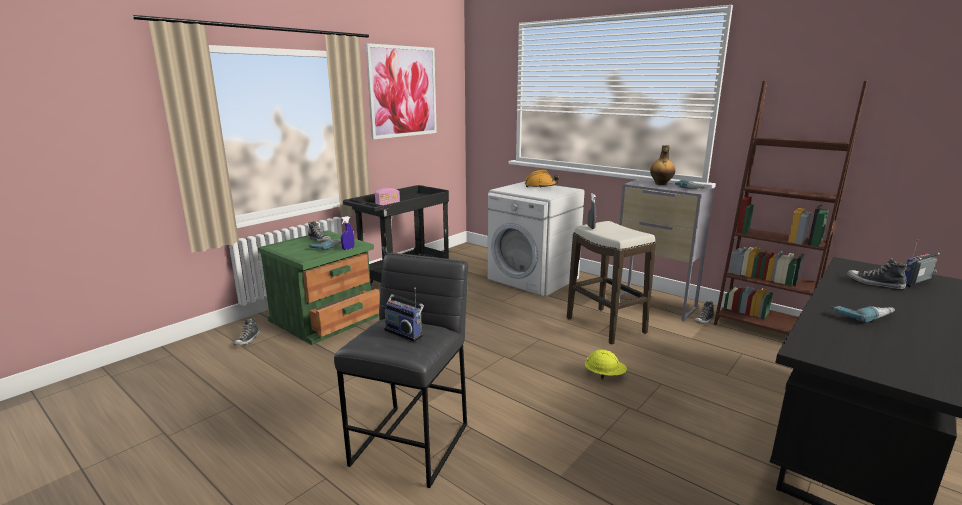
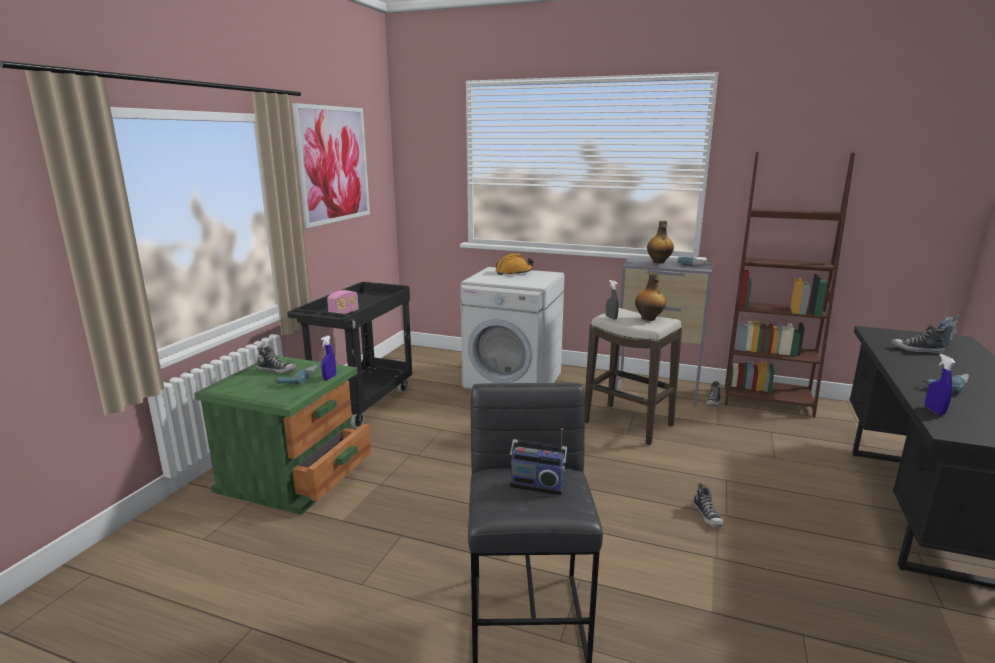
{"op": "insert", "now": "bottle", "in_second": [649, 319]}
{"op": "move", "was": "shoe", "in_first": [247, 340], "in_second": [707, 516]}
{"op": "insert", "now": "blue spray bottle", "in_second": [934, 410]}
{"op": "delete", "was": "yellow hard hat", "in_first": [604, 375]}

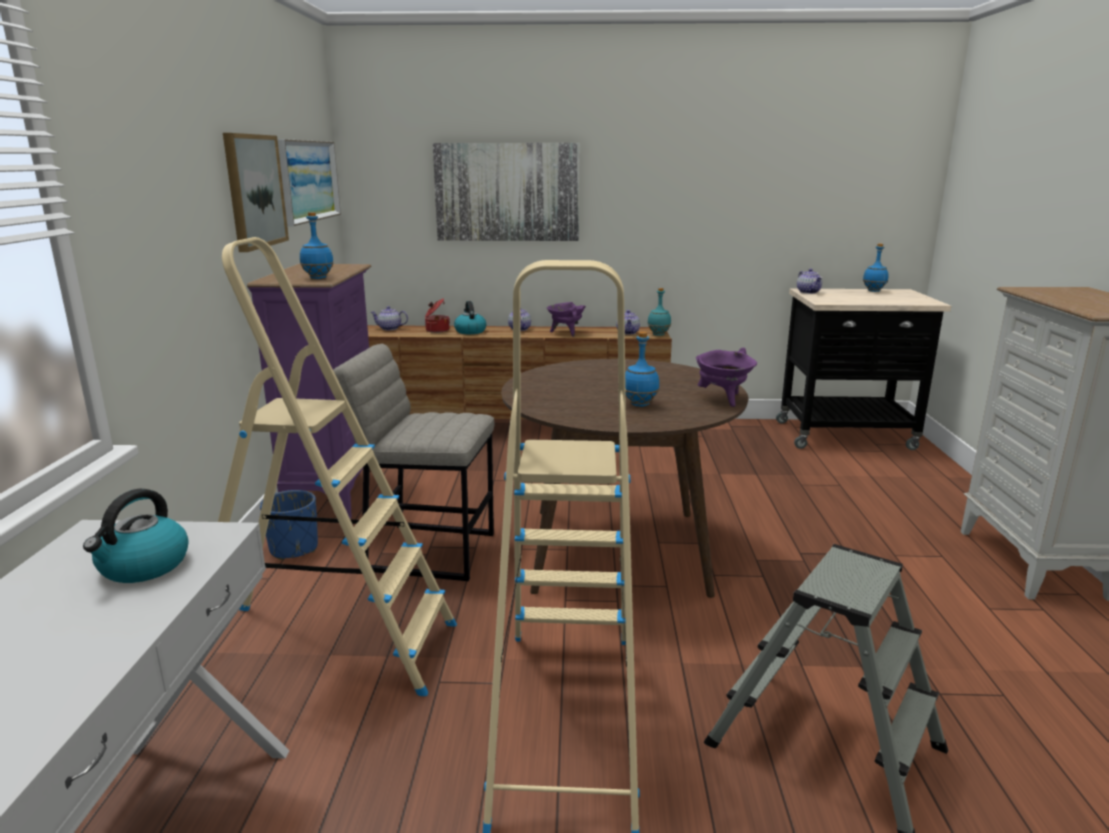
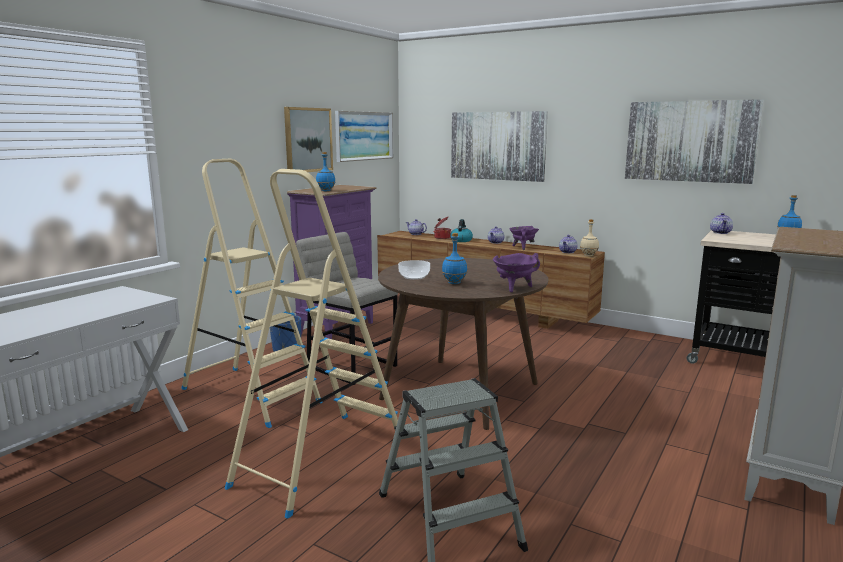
{"op": "insert", "now": "bowl", "in_second": [414, 276]}
{"op": "recolor", "was": "turquoise bottle", "now": "beige bottle", "in_first": [658, 334], "in_second": [588, 255]}
{"op": "insert", "now": "picture", "in_second": [690, 141]}
{"op": "delete", "was": "kettle", "in_first": [143, 566]}

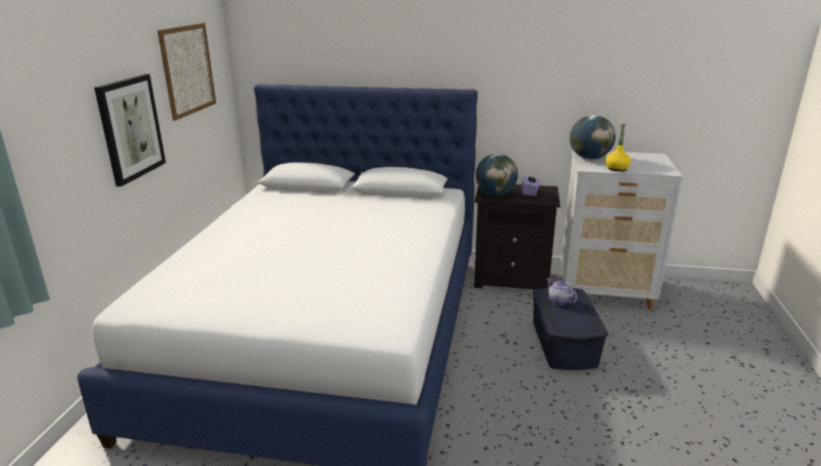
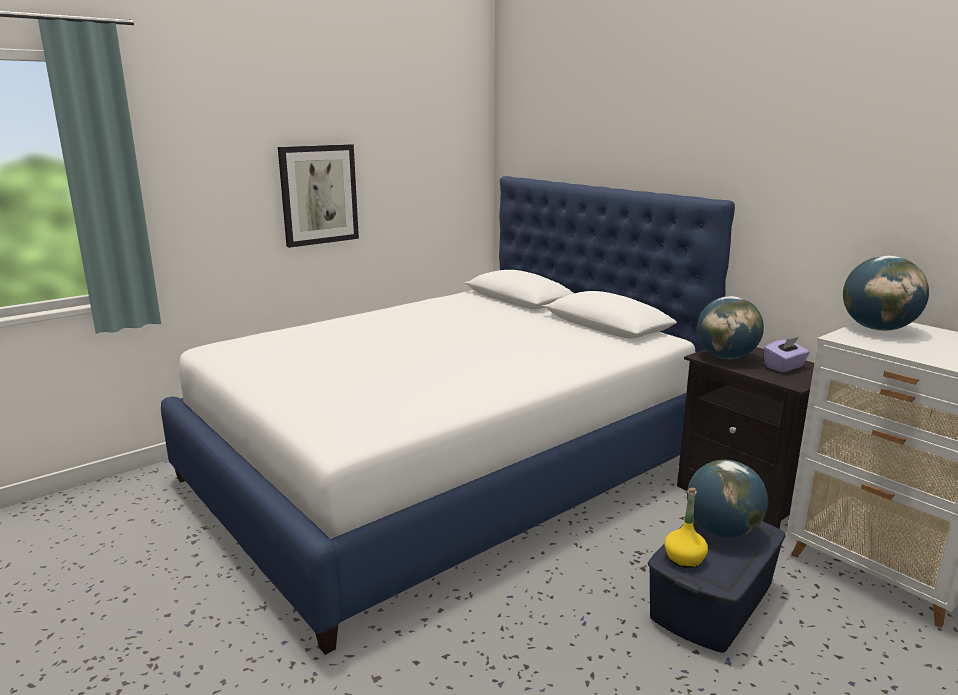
{"op": "move", "was": "yellow bottle", "in_first": [617, 168], "in_second": [684, 559]}
{"op": "replace", "was": "teapot", "now": "globe", "in_first": [559, 301], "in_second": [722, 531]}
{"op": "delete", "was": "picture", "in_first": [187, 68]}

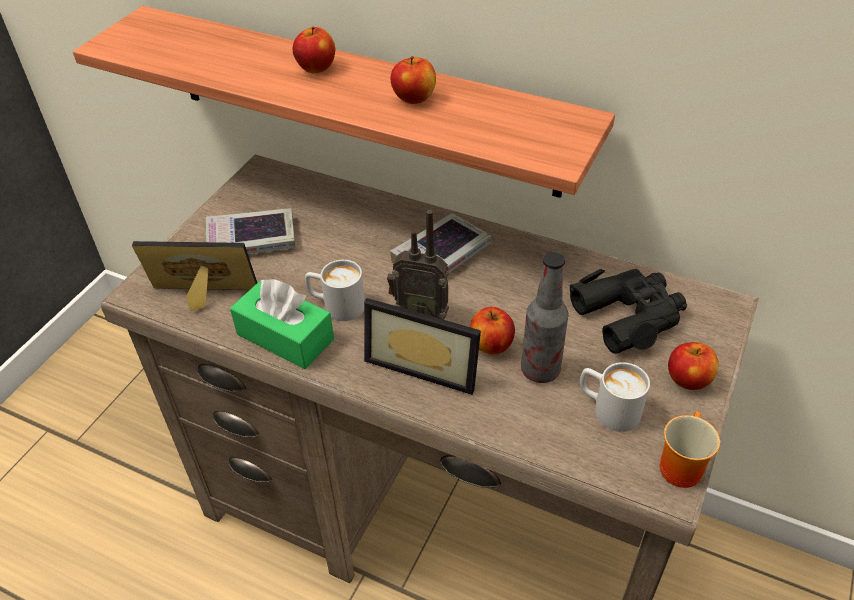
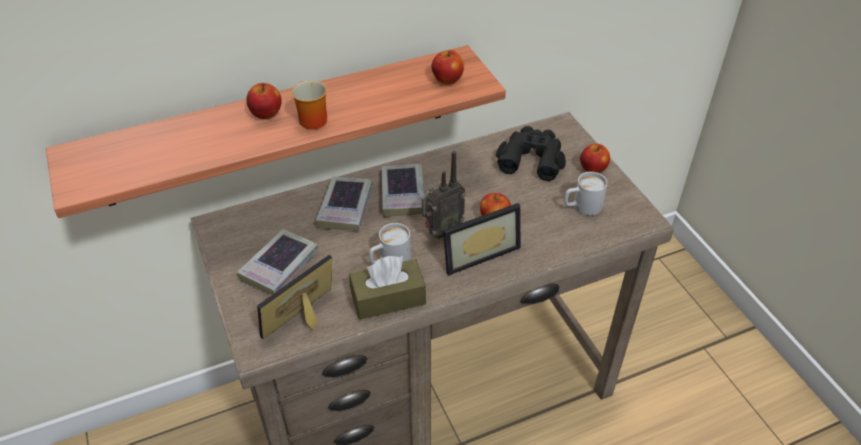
{"op": "move", "was": "mug", "in_first": [678, 464], "in_second": [310, 119]}
{"op": "insert", "now": "book", "in_second": [346, 208]}
{"op": "recolor", "was": "green tissue box", "now": "brown tissue box", "in_first": [285, 337], "in_second": [388, 298]}
{"op": "move", "was": "apple", "in_first": [414, 98], "in_second": [447, 80]}
{"op": "delete", "was": "bottle", "in_first": [540, 370]}

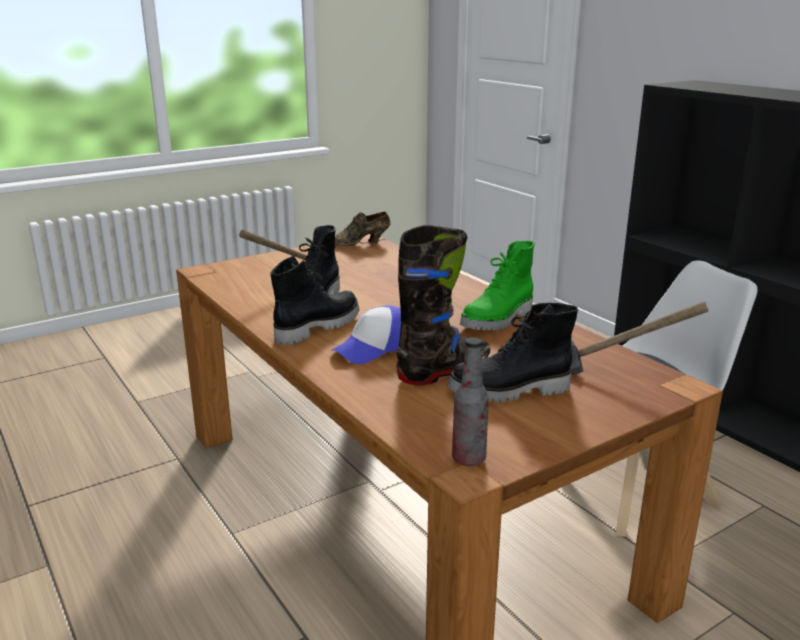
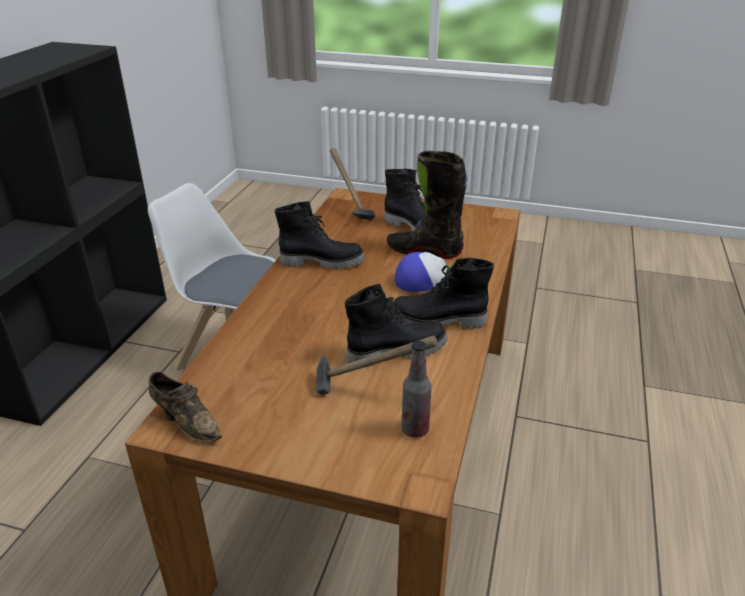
{"op": "recolor", "was": "green boot", "now": "black boot", "in_first": [499, 320], "in_second": [322, 262]}
{"op": "move", "was": "bottle", "in_first": [468, 459], "in_second": [415, 429]}

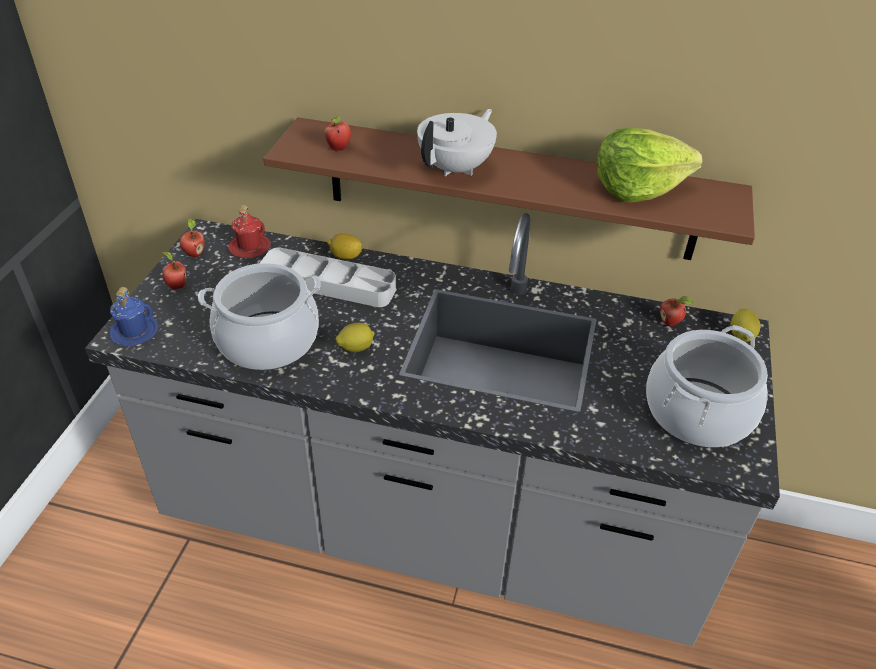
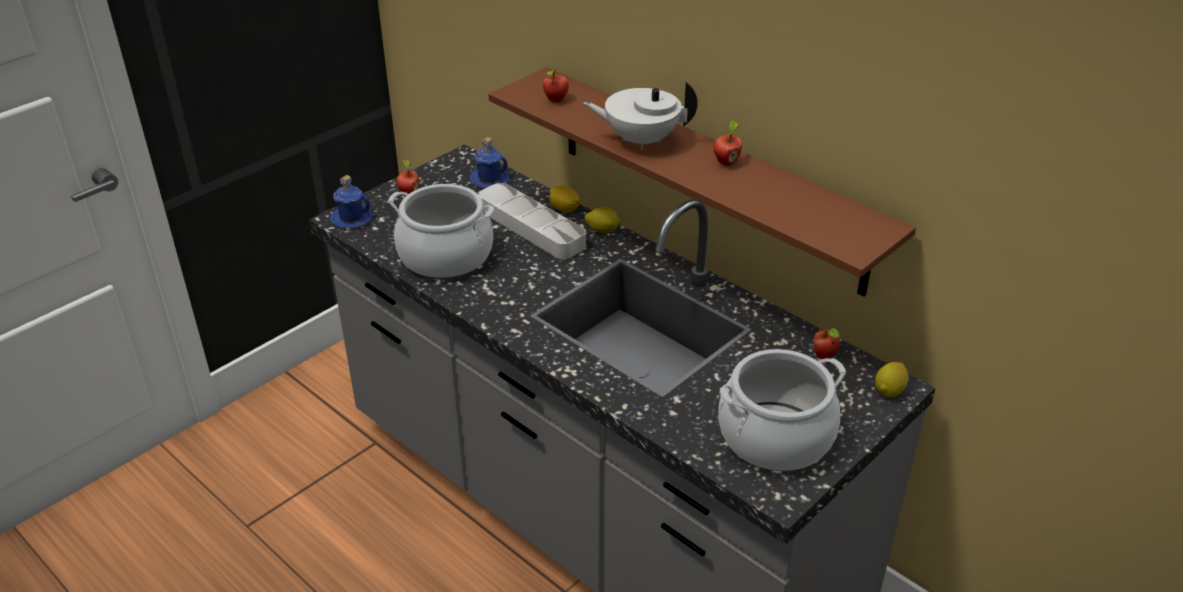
{"op": "recolor", "was": "red mug", "now": "blue mug", "in_first": [249, 247], "in_second": [489, 179]}
{"op": "rotate", "was": "white teapot", "in_first": [456, 168], "in_second": [640, 140], "clockwise": -150}
{"op": "move", "was": "lemon", "in_first": [355, 348], "in_second": [602, 231]}
{"op": "move", "was": "apple", "in_first": [194, 253], "in_second": [726, 162]}
{"op": "delete", "was": "lettuce", "in_first": [637, 188]}

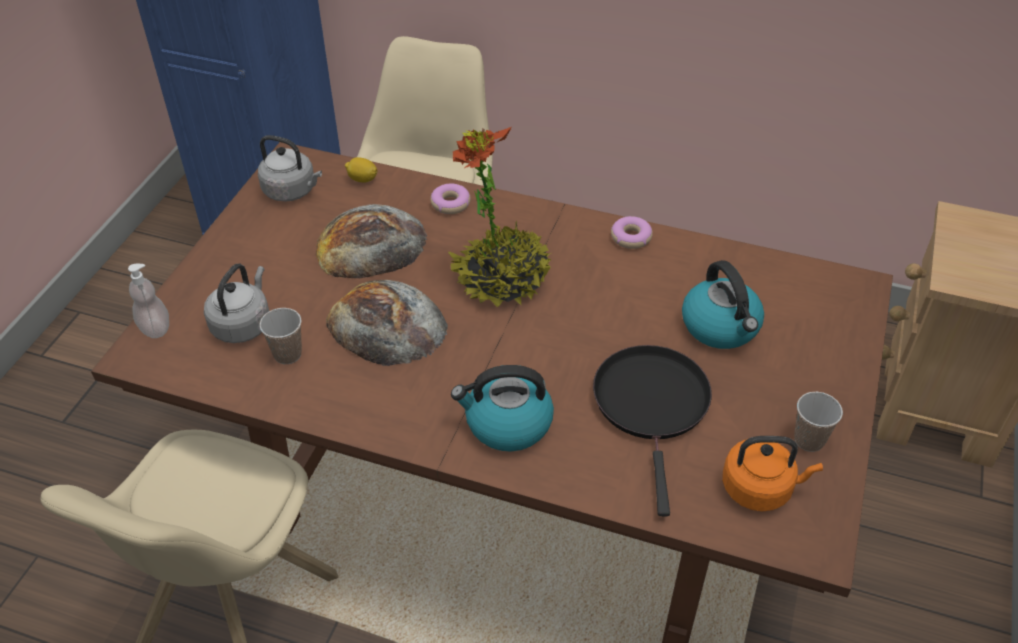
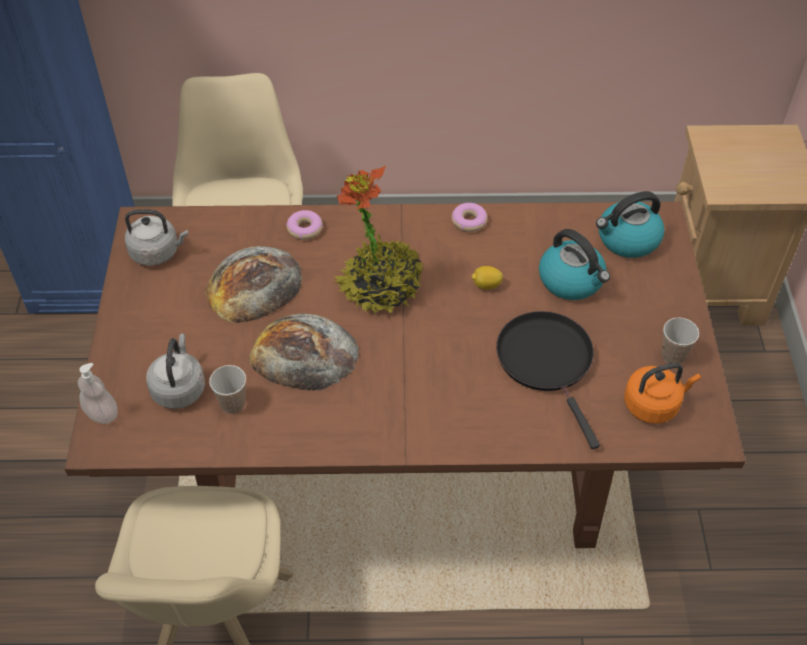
{"op": "move", "was": "lemon", "in_first": [362, 179], "in_second": [486, 285]}
{"op": "move", "was": "kettle", "in_first": [507, 424], "in_second": [627, 240]}

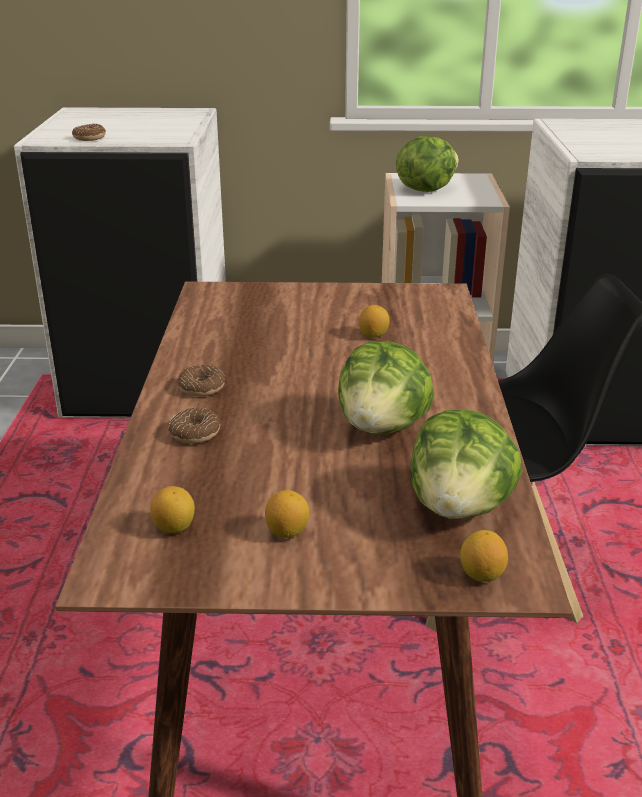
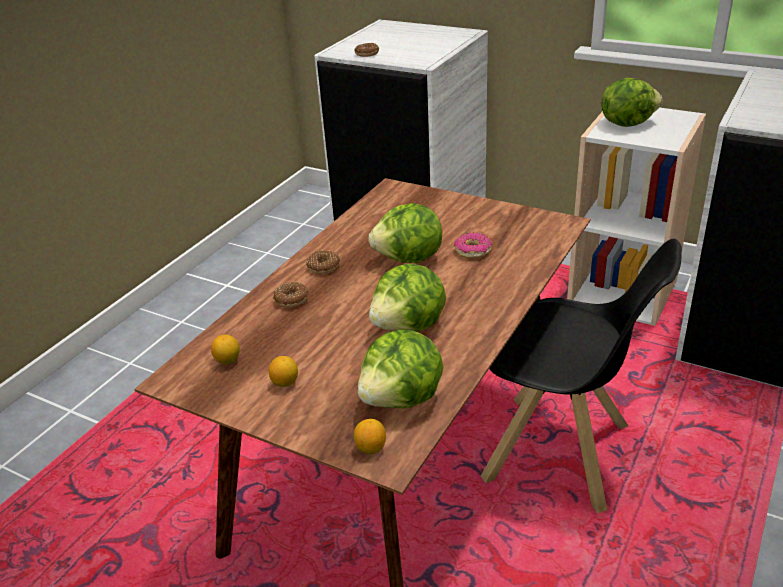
{"op": "insert", "now": "lettuce", "in_second": [409, 259]}
{"op": "replace", "was": "lemon", "now": "donut", "in_first": [373, 335], "in_second": [472, 251]}

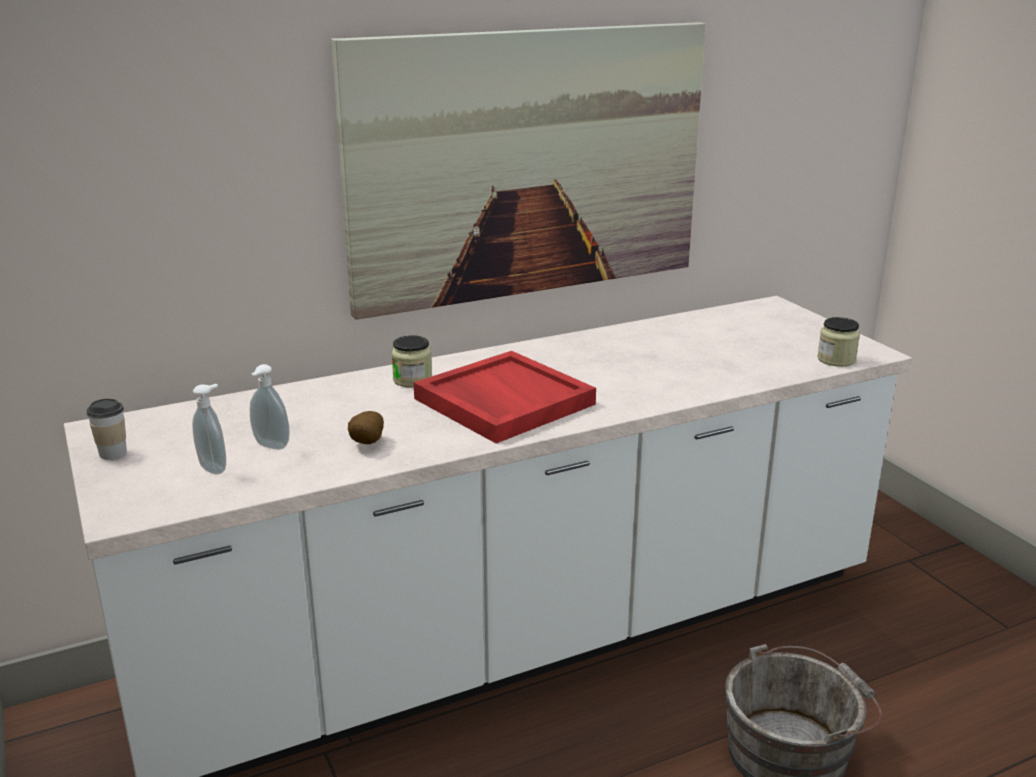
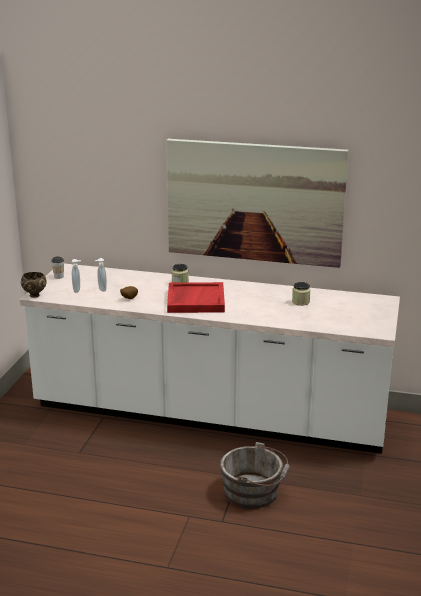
{"op": "insert", "now": "brown bowl", "in_second": [35, 295]}
{"op": "move", "was": "jar", "in_first": [836, 360], "in_second": [300, 302]}

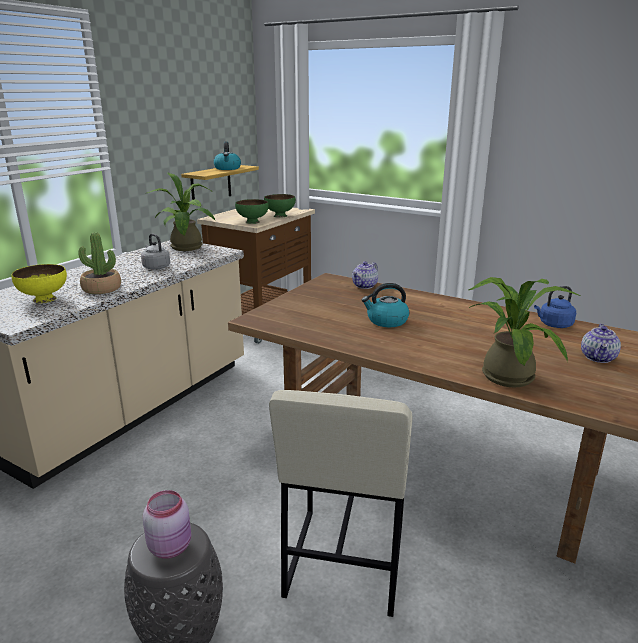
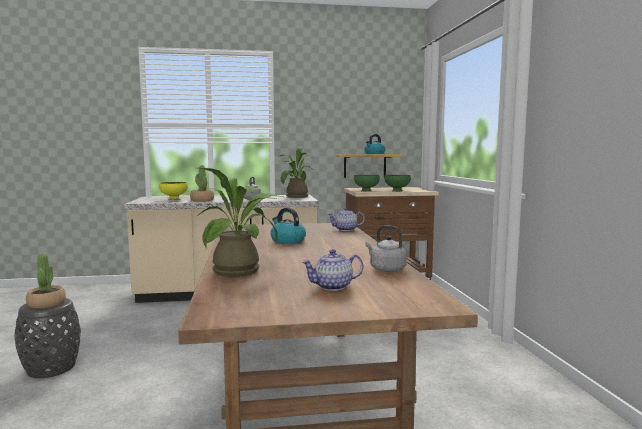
{"op": "replace", "was": "pink jar", "now": "potted plant", "in_first": [171, 546], "in_second": [46, 304]}
{"op": "recolor", "was": "blue kettle", "now": "grey kettle", "in_first": [554, 325], "in_second": [385, 269]}
{"op": "delete", "was": "beige chair", "in_first": [345, 562]}

